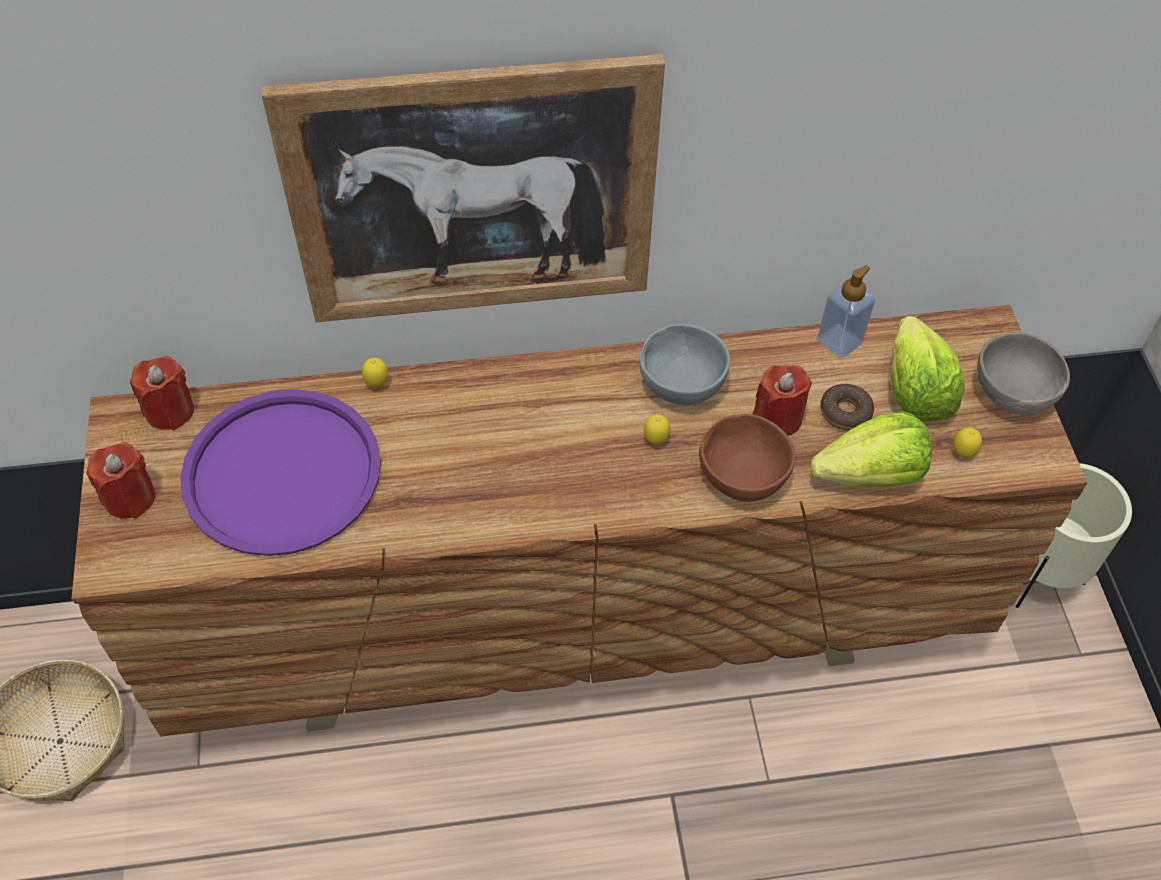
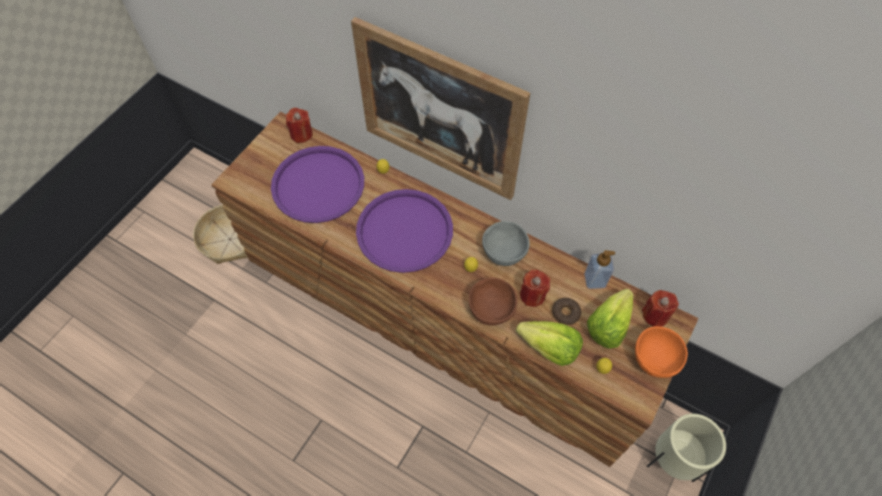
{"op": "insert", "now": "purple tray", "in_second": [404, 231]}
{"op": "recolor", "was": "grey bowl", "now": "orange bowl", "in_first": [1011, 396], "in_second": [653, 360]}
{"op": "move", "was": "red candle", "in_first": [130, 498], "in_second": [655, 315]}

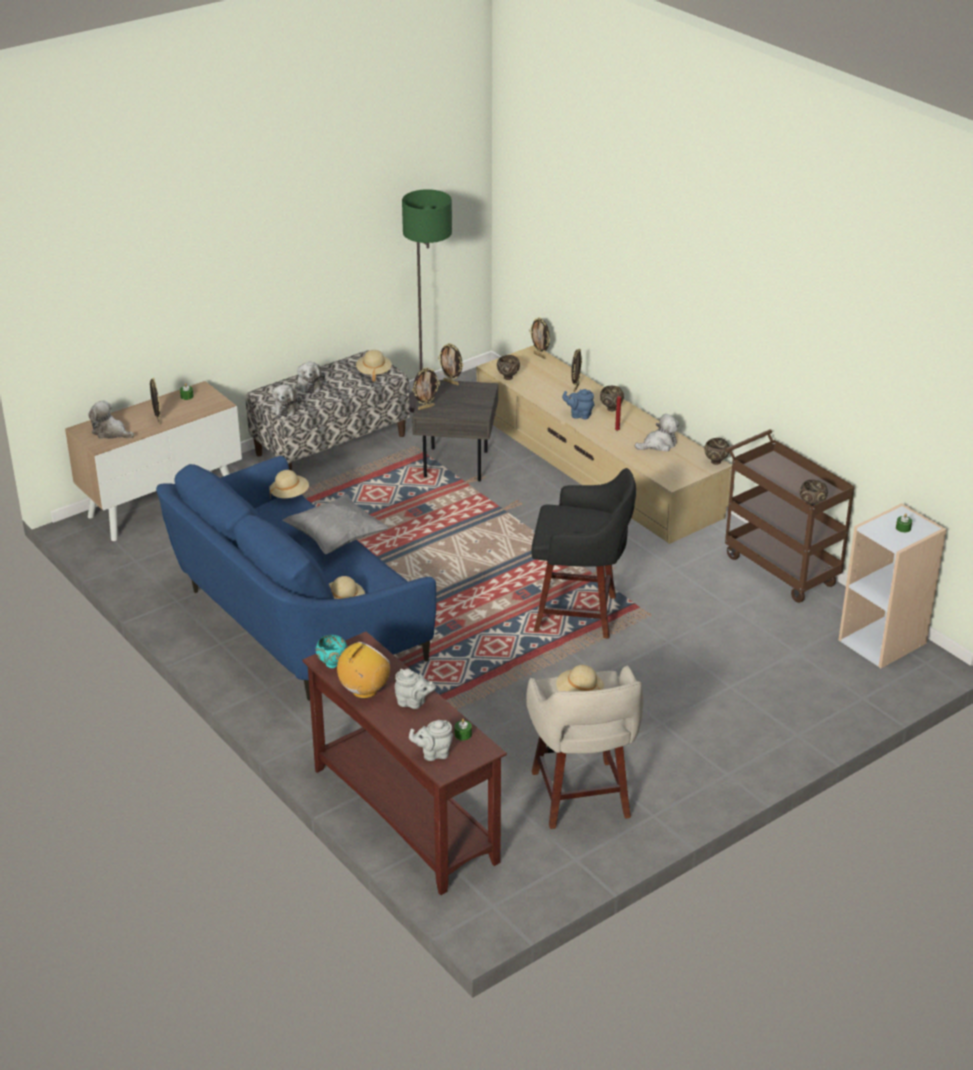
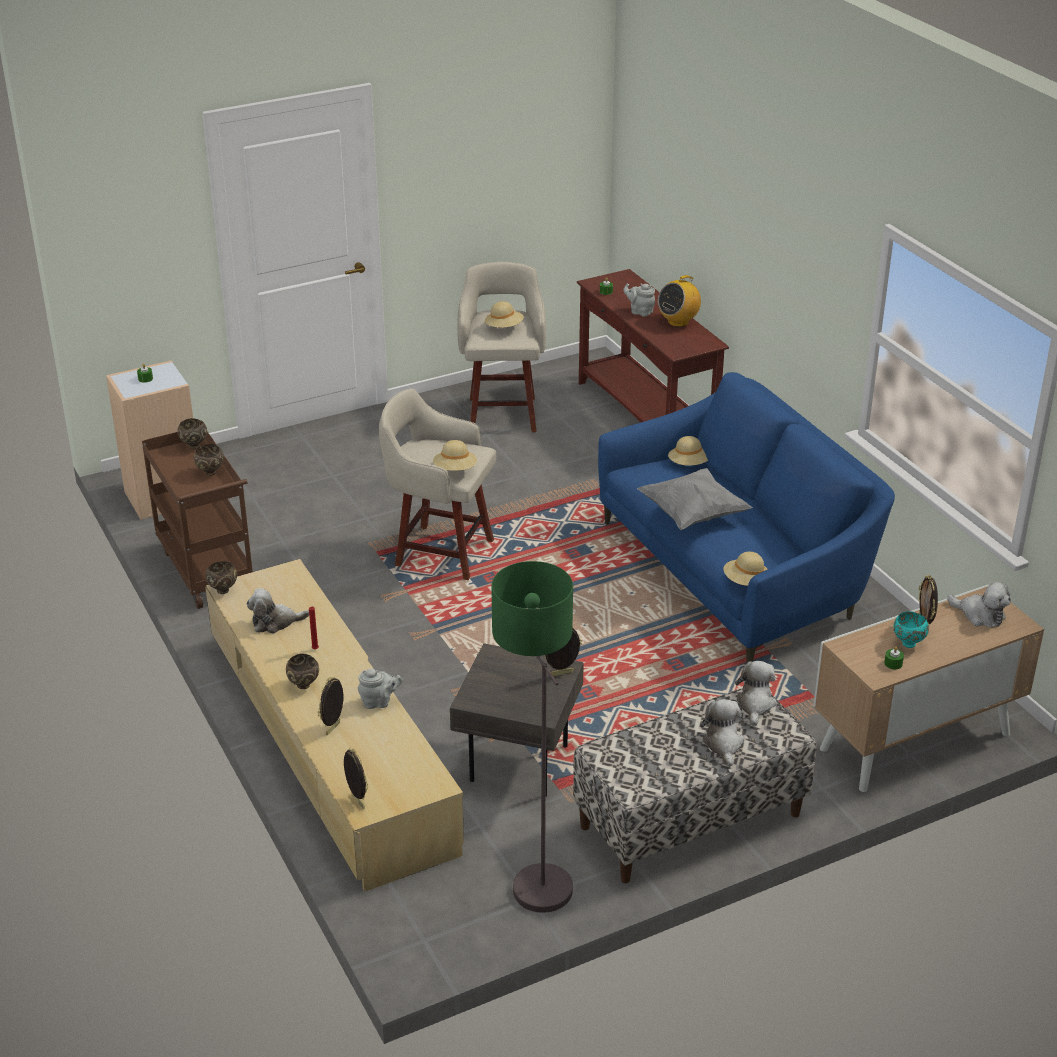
{"op": "move", "was": "brown bowl", "in_first": [508, 377], "in_second": [210, 473]}
{"op": "move", "was": "grey teapot", "in_first": [433, 754], "in_second": [379, 702]}
{"op": "recolor", "was": "black stool", "now": "beige stool", "in_first": [580, 614], "in_second": [440, 551]}
{"op": "move", "was": "beige hat", "in_first": [374, 372], "in_second": [455, 470]}
{"op": "move", "was": "turquoise bowl", "in_first": [333, 664], "in_second": [907, 644]}
{"op": "delete", "was": "picture frame", "in_first": [451, 382]}
{"op": "delete", "was": "blue teapot", "in_first": [579, 415]}

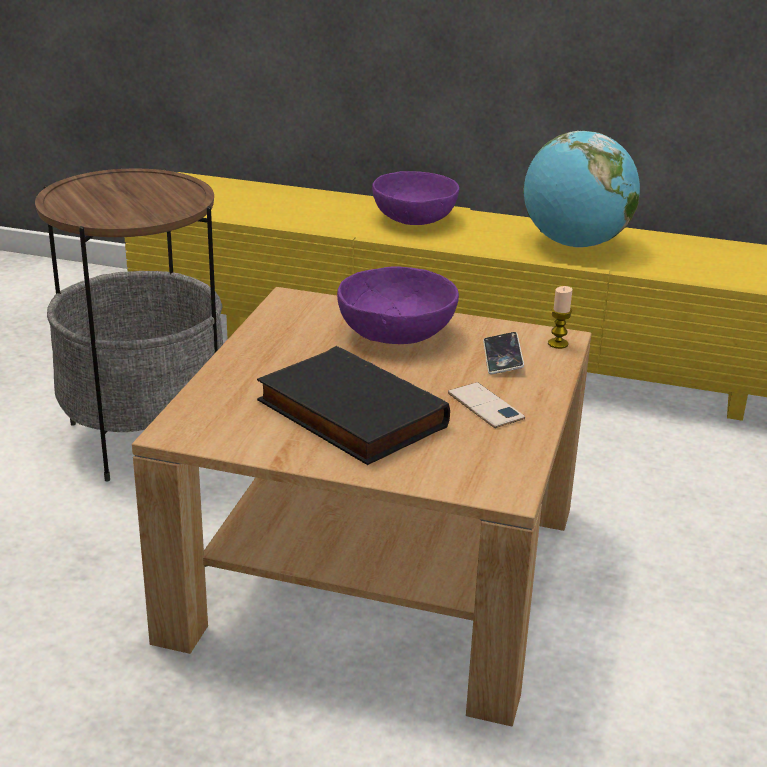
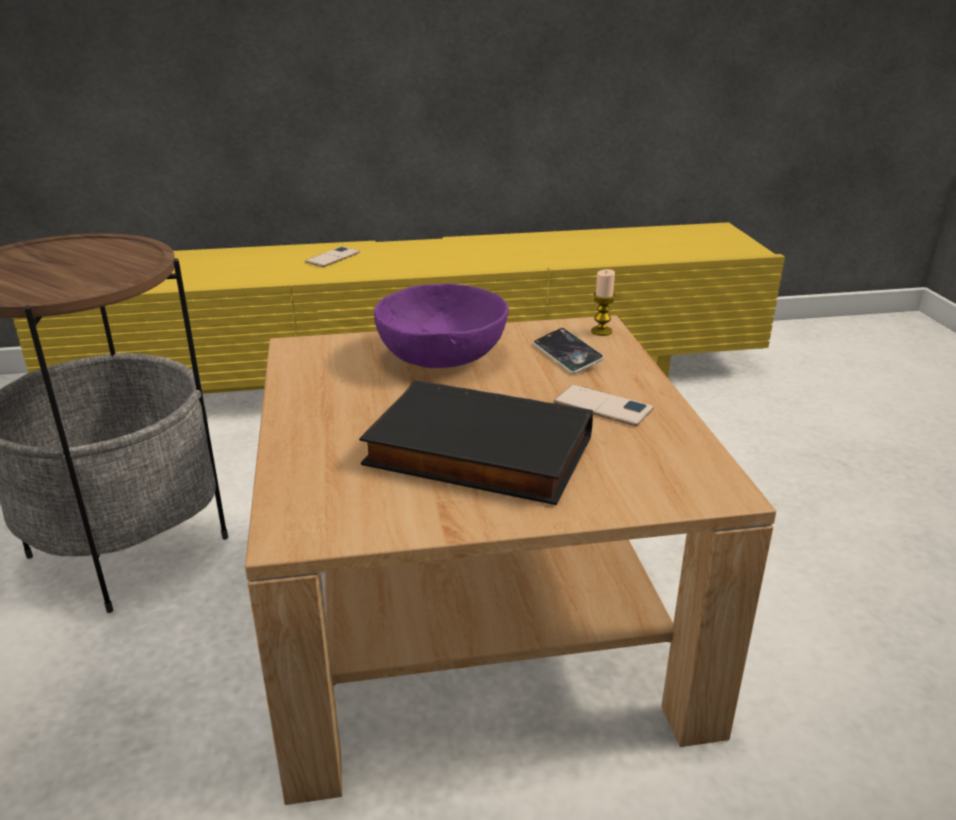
{"op": "replace", "was": "purple bowl", "now": "phone", "in_first": [415, 219], "in_second": [333, 257]}
{"op": "delete", "was": "globe", "in_first": [575, 244]}

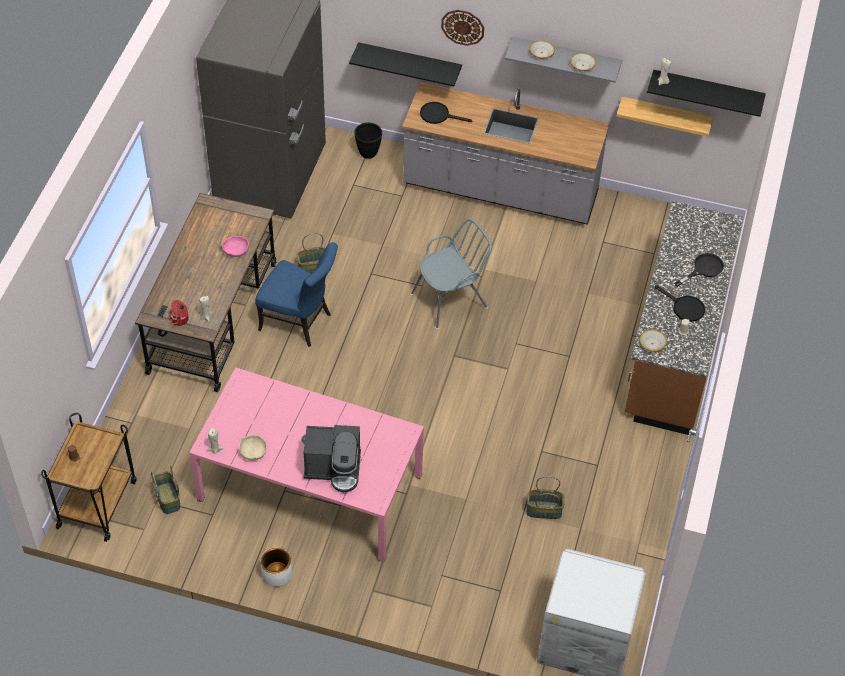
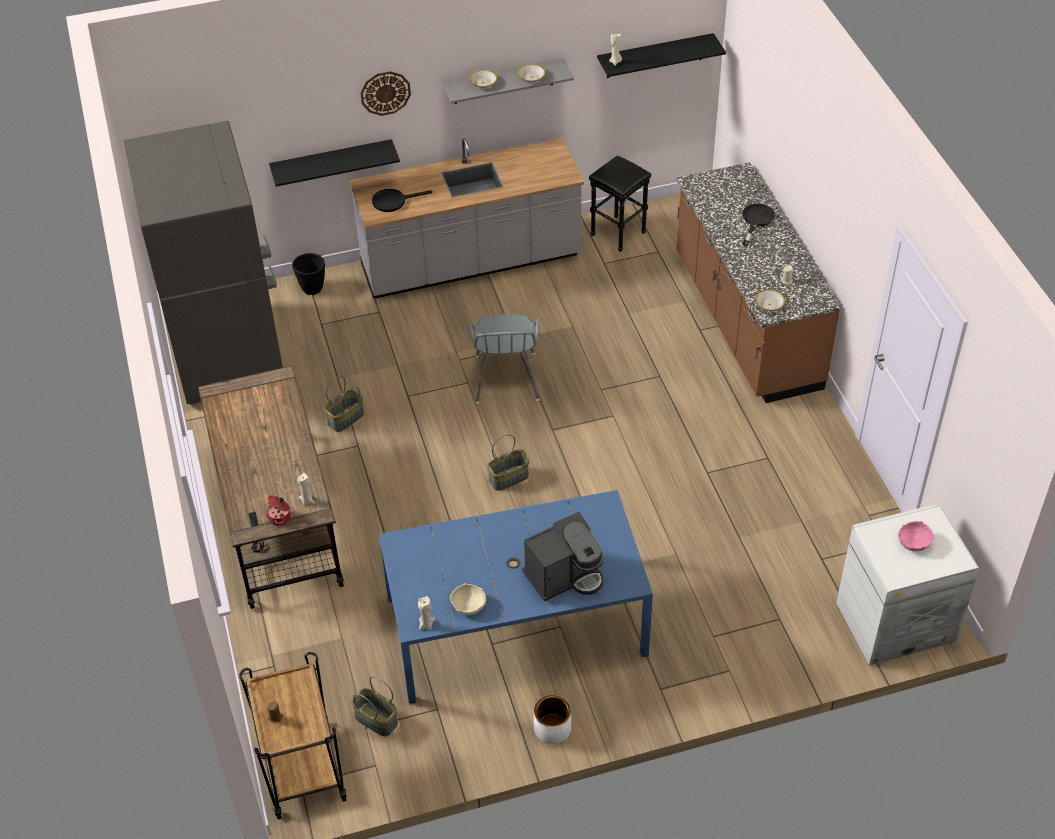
{"op": "recolor", "was": "pink dining table", "now": "blue dining table", "in_first": [310, 487], "in_second": [515, 626]}
{"op": "rotate", "was": "grey chair", "in_first": [451, 299], "in_second": [506, 380], "clockwise": 150}
{"op": "move", "was": "basket", "in_first": [543, 510], "in_second": [508, 478]}
{"op": "insert", "now": "black stool", "in_second": [616, 233]}
{"op": "move", "was": "pink bowl", "in_first": [235, 251], "in_second": [913, 543]}
{"op": "delete", "was": "blue chair", "in_first": [299, 322]}
{"op": "delete", "was": "shelf", "in_first": [665, 115]}
{"op": "delete", "was": "black frying pan", "in_first": [684, 308]}

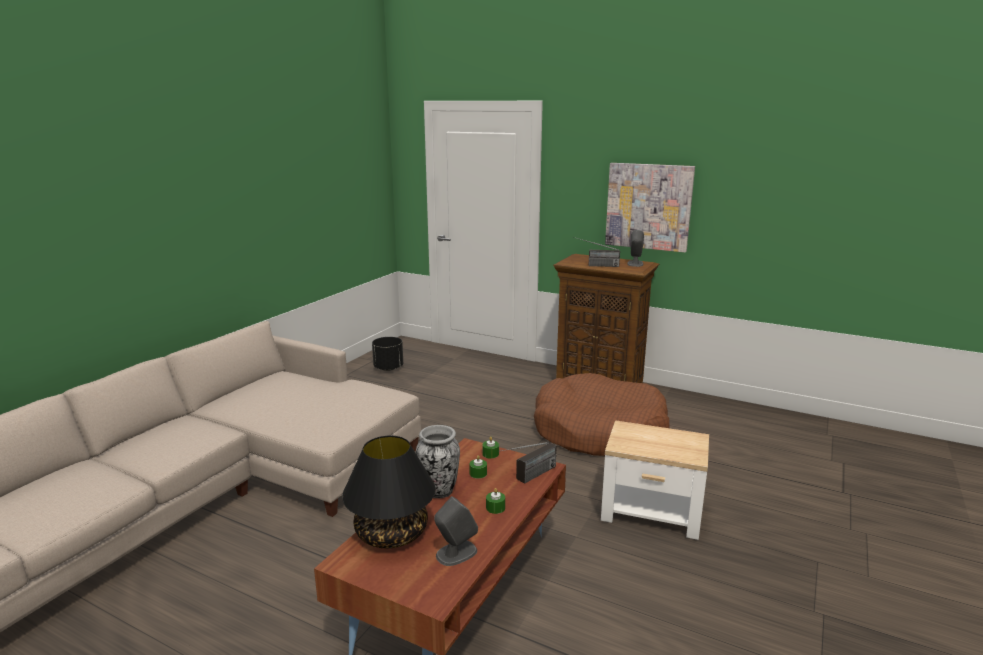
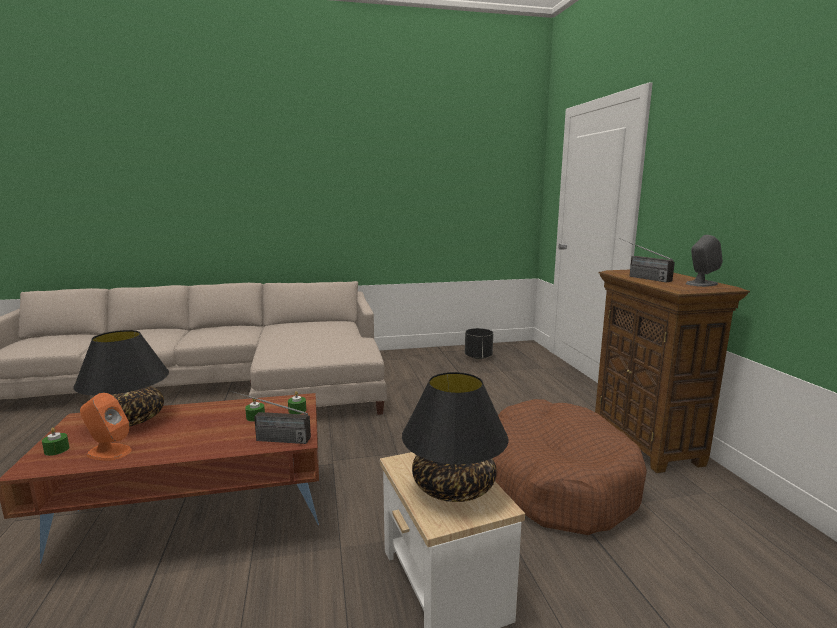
{"op": "move", "was": "green candle", "in_first": [495, 508], "in_second": [57, 450]}
{"op": "recolor", "was": "grey speaker", "now": "orange speaker", "in_first": [456, 553], "in_second": [109, 452]}
{"op": "insert", "now": "black table lamp", "in_second": [454, 486]}
{"op": "delete", "was": "vase", "in_first": [439, 492]}
{"op": "delete", "was": "picture", "in_first": [648, 206]}

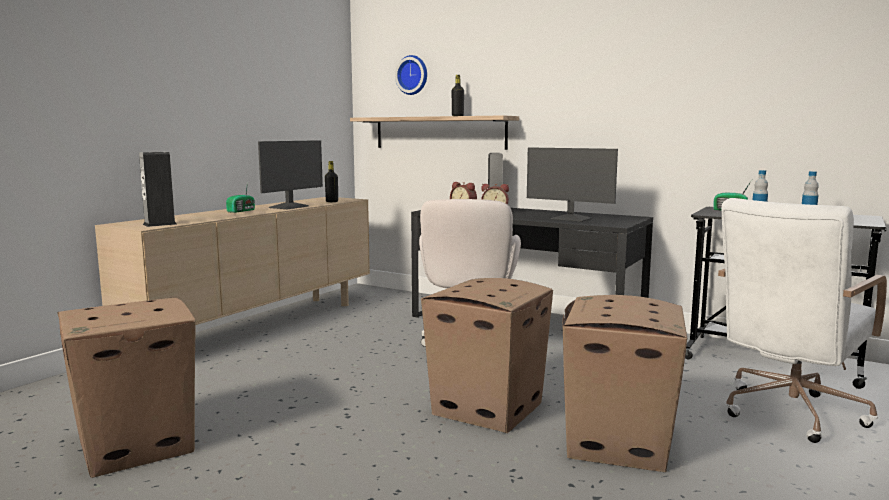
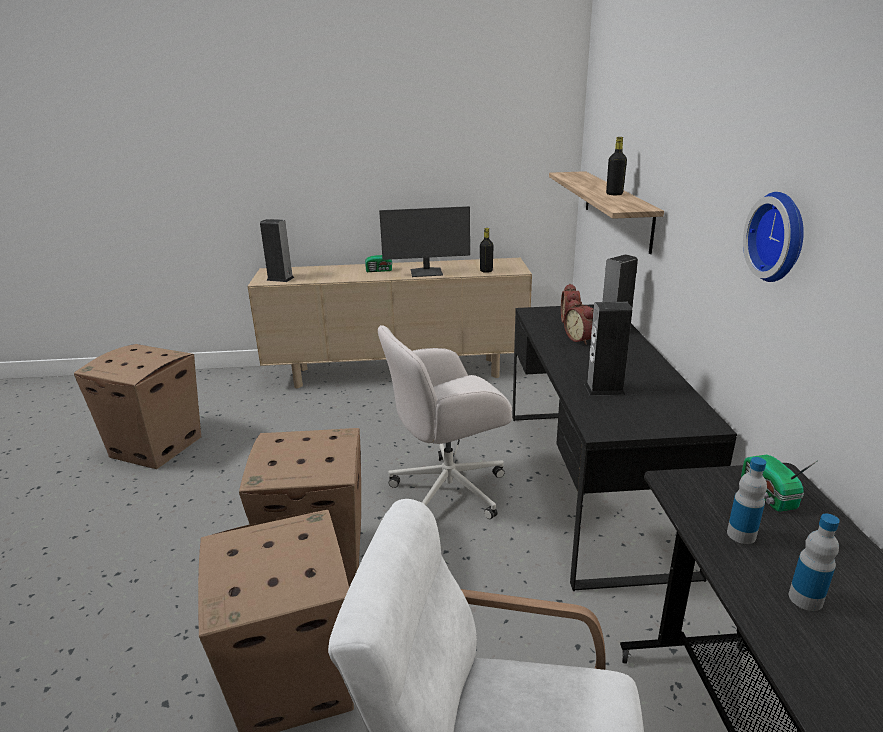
{"op": "replace", "was": "monitor", "now": "speaker", "in_first": [571, 219], "in_second": [604, 389]}
{"op": "move", "was": "wall clock", "in_first": [413, 75], "in_second": [780, 237]}

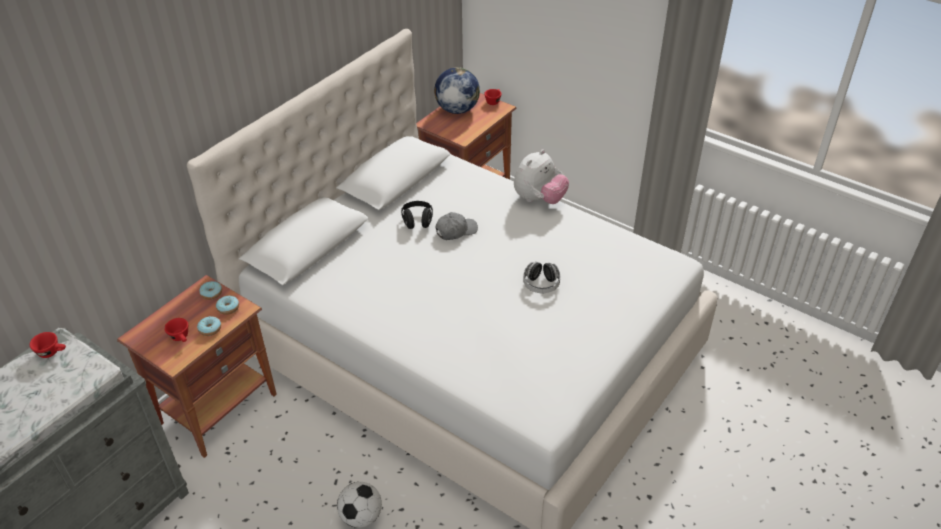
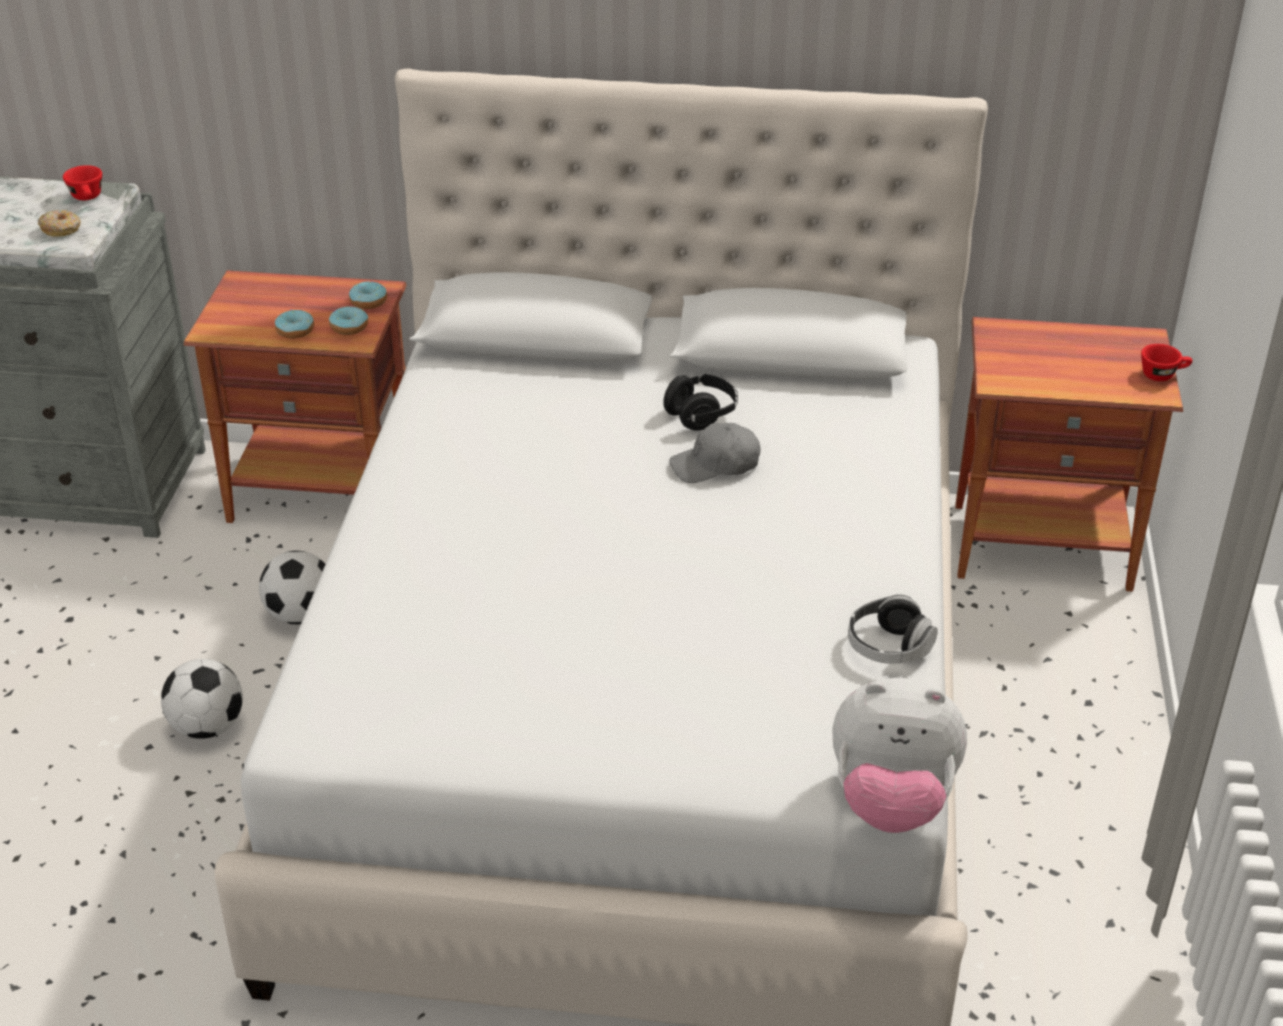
{"op": "insert", "now": "donut", "in_second": [61, 229]}
{"op": "insert", "now": "football", "in_second": [301, 615]}
{"op": "rotate", "was": "grey cap", "in_first": [456, 231], "in_second": [715, 465], "clockwise": 135}
{"op": "move", "was": "plush toy", "in_first": [539, 199], "in_second": [891, 802]}
{"op": "move", "was": "headphones", "in_first": [541, 285], "in_second": [888, 647]}
{"op": "delete", "was": "red cup", "in_first": [181, 337]}
{"op": "delete", "was": "globe", "in_first": [457, 110]}

